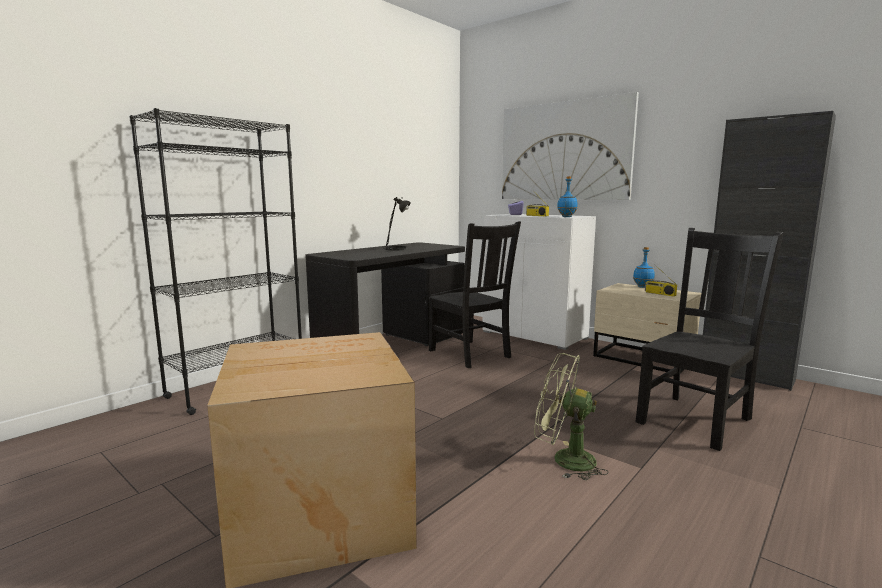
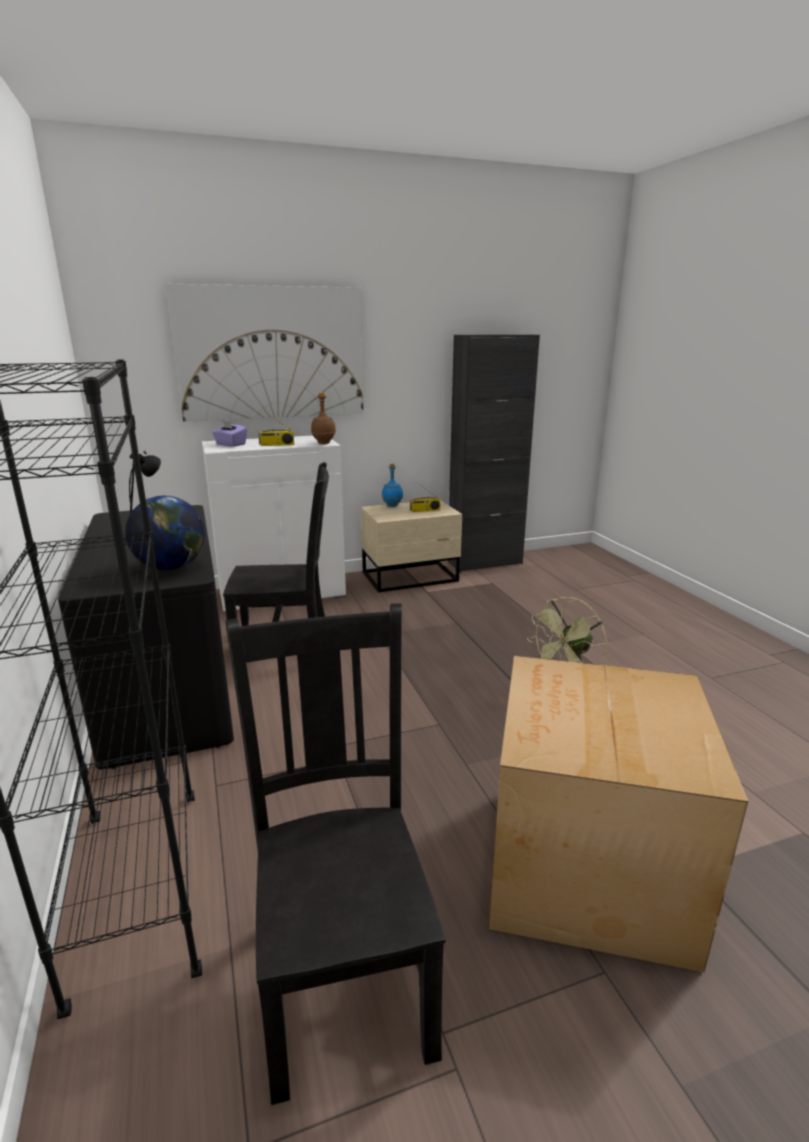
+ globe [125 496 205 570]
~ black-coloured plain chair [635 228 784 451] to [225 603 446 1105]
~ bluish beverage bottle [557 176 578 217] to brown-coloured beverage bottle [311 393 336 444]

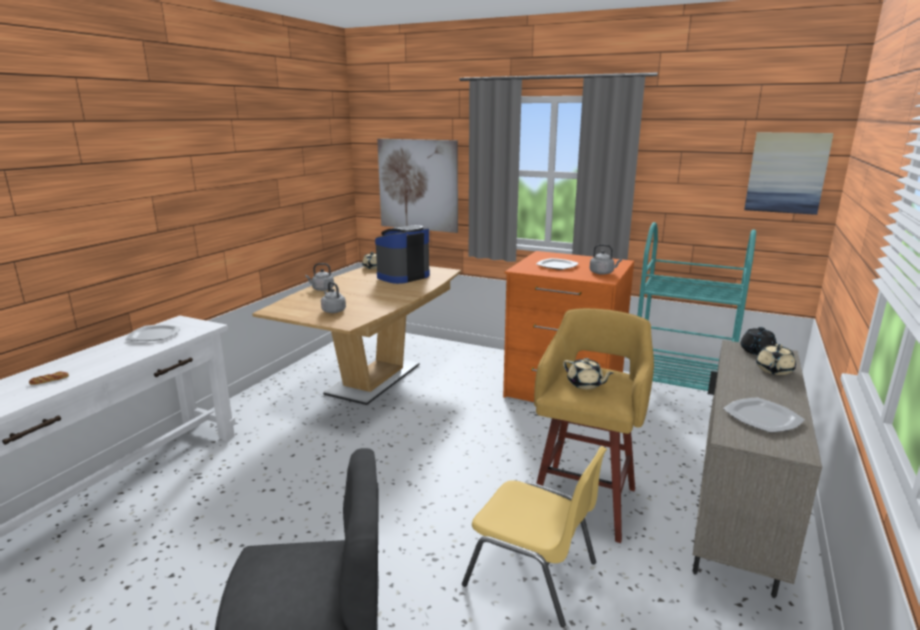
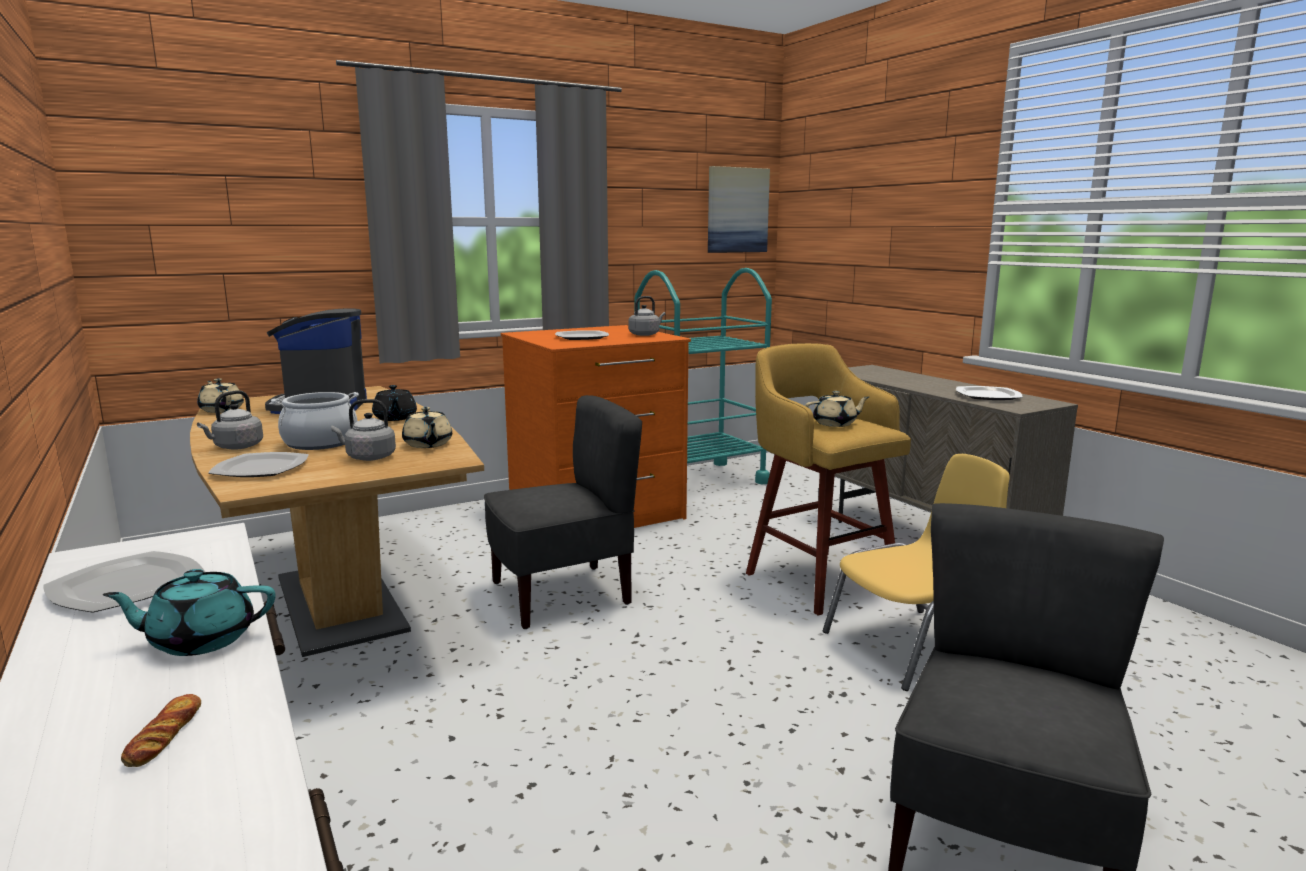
+ blue-green teapot [103 569 276 656]
+ dinner plate [208 452 309 477]
+ cooking pot [271 392 359 450]
~ black-coloured teapot [740 327 777 355] to [372 385 417 421]
~ sand-coloured teapot [756 344 796 375] to [402 407 452 448]
+ gray plain chair [484 395 642 629]
- wall art [377 139 458 233]

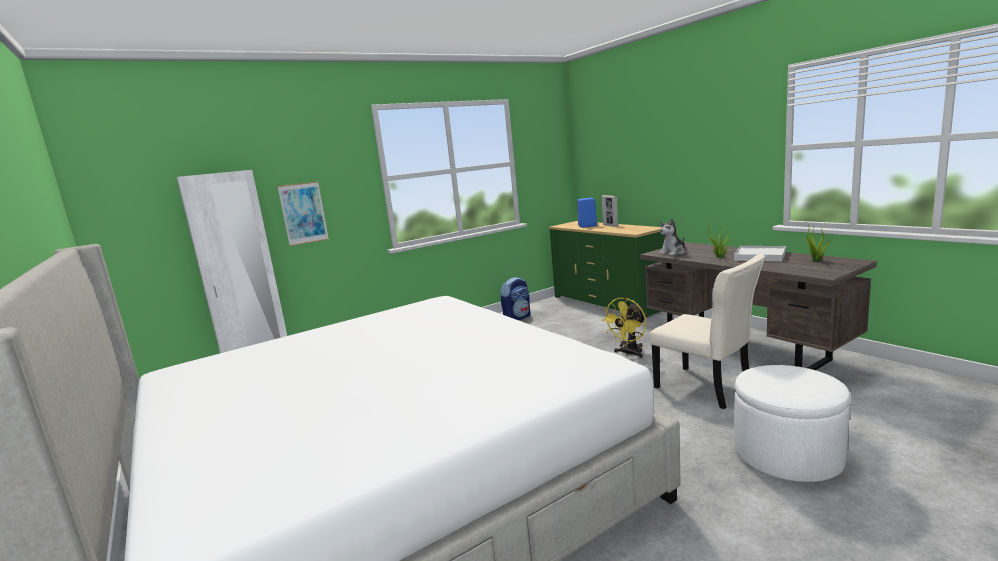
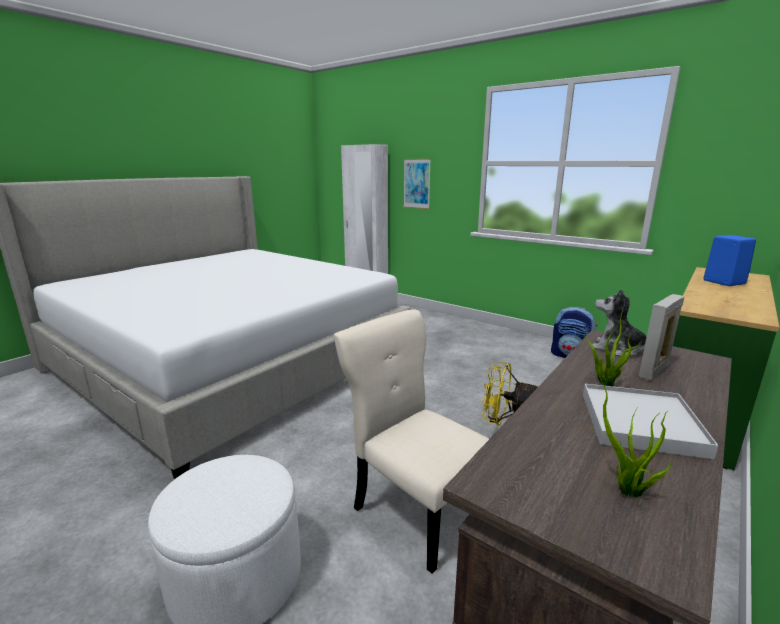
~ sand-coloured plain chair [650 254 766 409] = [334 309 489 574] 105 degrees clockwise
~ standing frame [602 195 618 227] to [639 294 684 381]

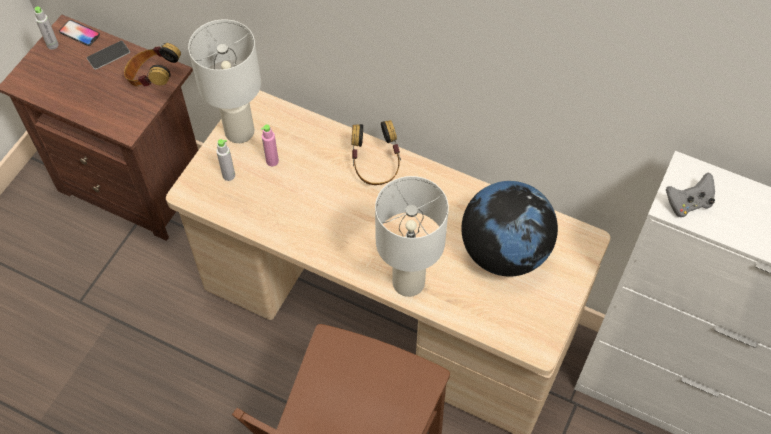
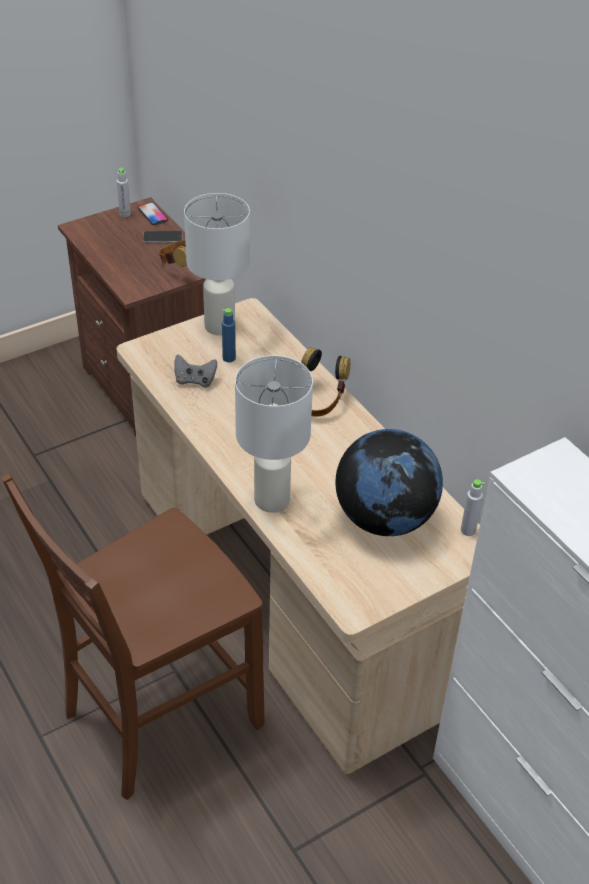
~ gray gamepad [666 172 715 217] to [174 355 217 388]
~ pink-coloured beverage bottle [261 124 279 166] to bluish beverage bottle [222 308 236 362]
~ gray beverage bottle [216 139 235 181] to [461 479 485 536]

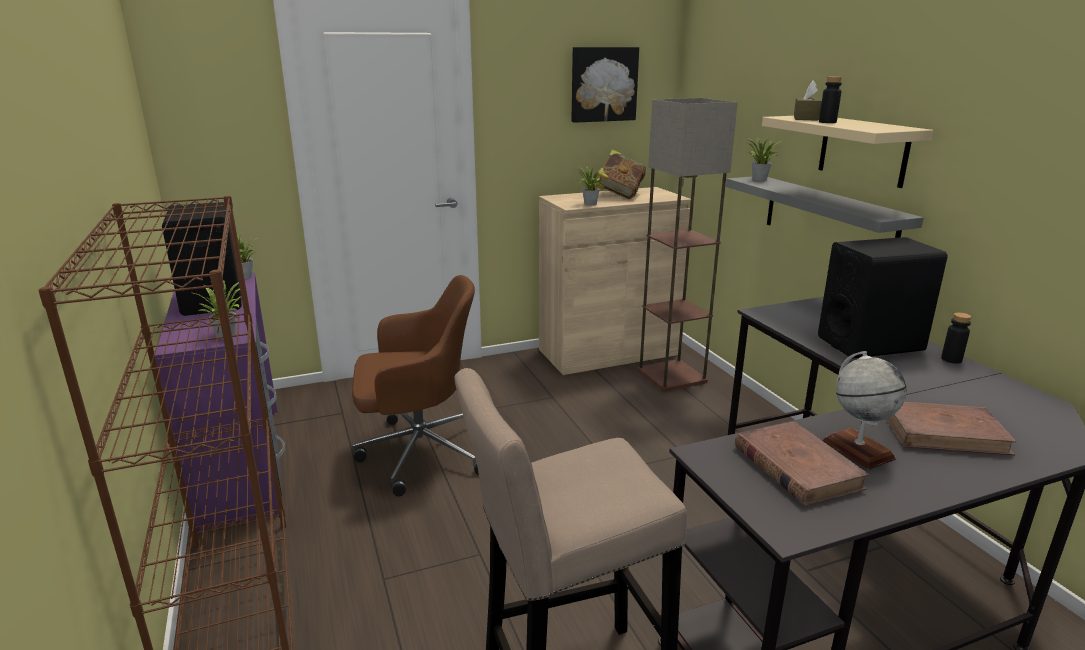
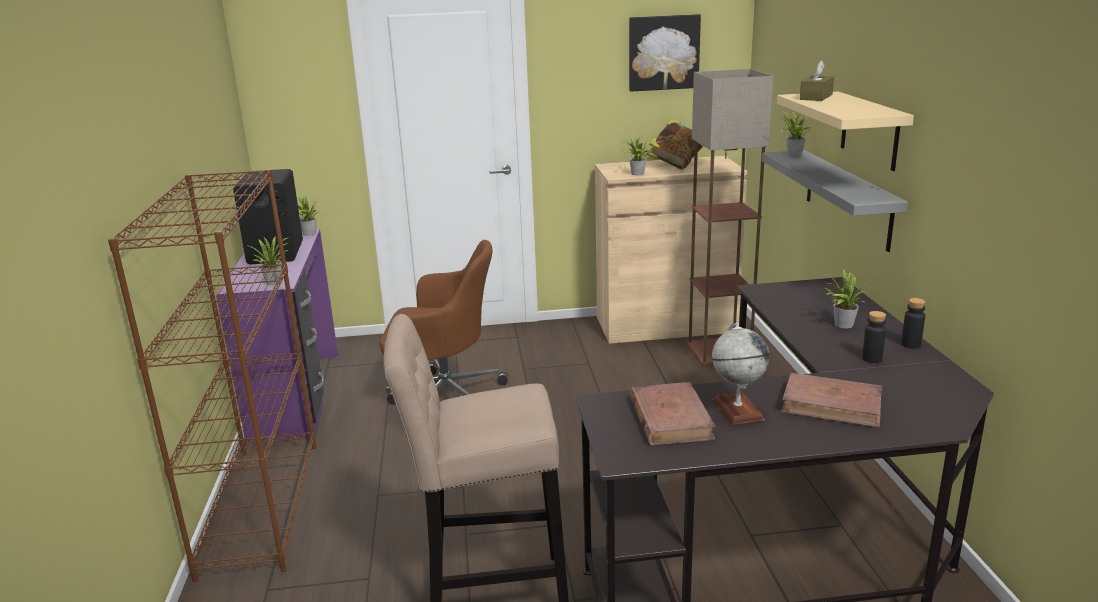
~ black-coloured audio speaker [818 237 948 359] to potted plant [824 270 868 329]
~ black-coloured beverage bottle [819 76 842 123] to [862 311 886 363]

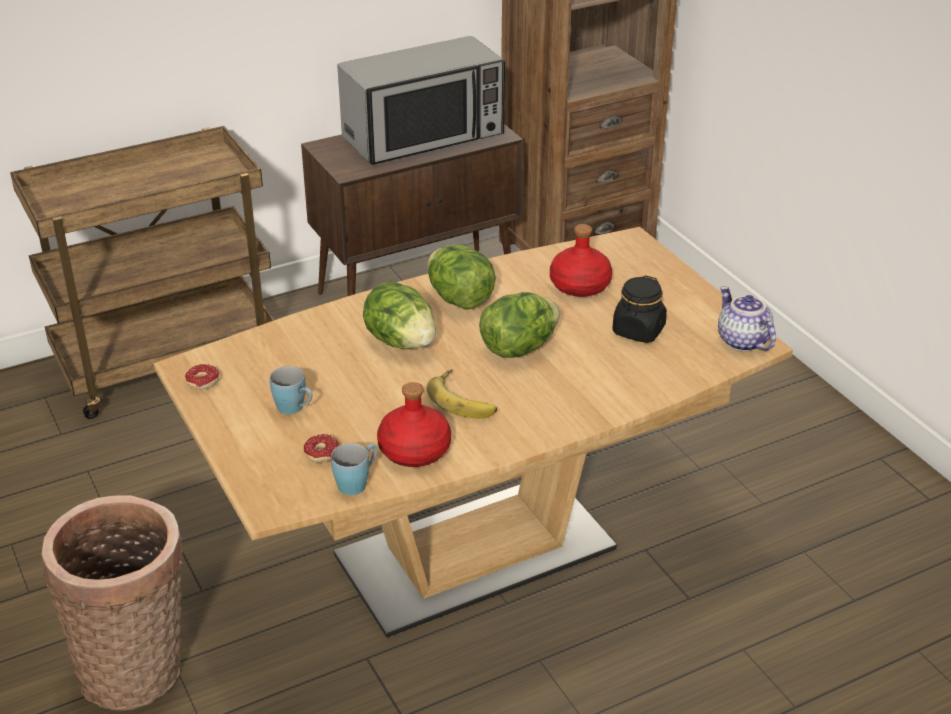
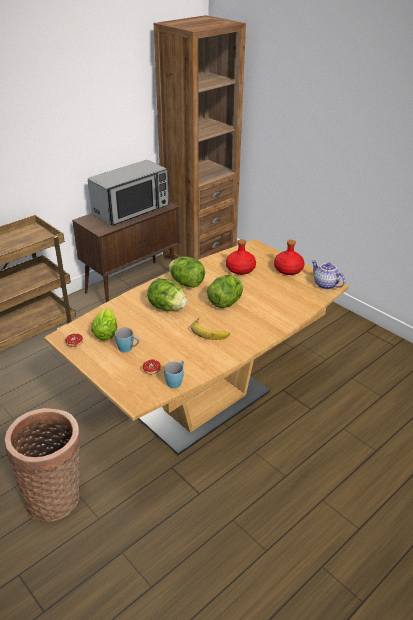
+ lettuce head [91 308 117 341]
~ red-coloured beverage bottle [377 382 451 467] to [274 240 304 275]
- black-coloured jar [612 275 667 343]

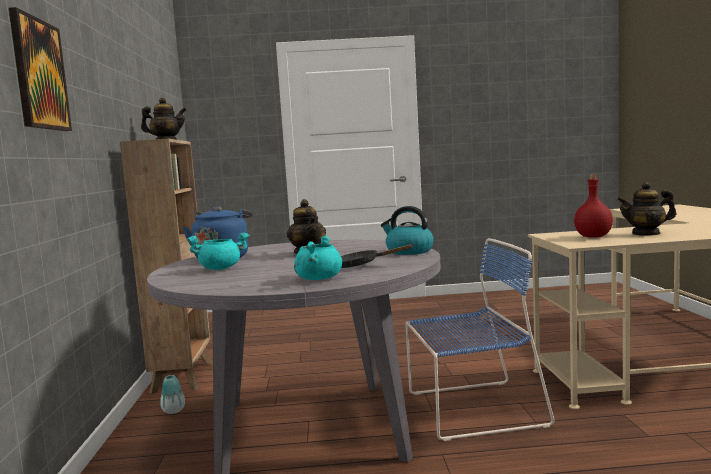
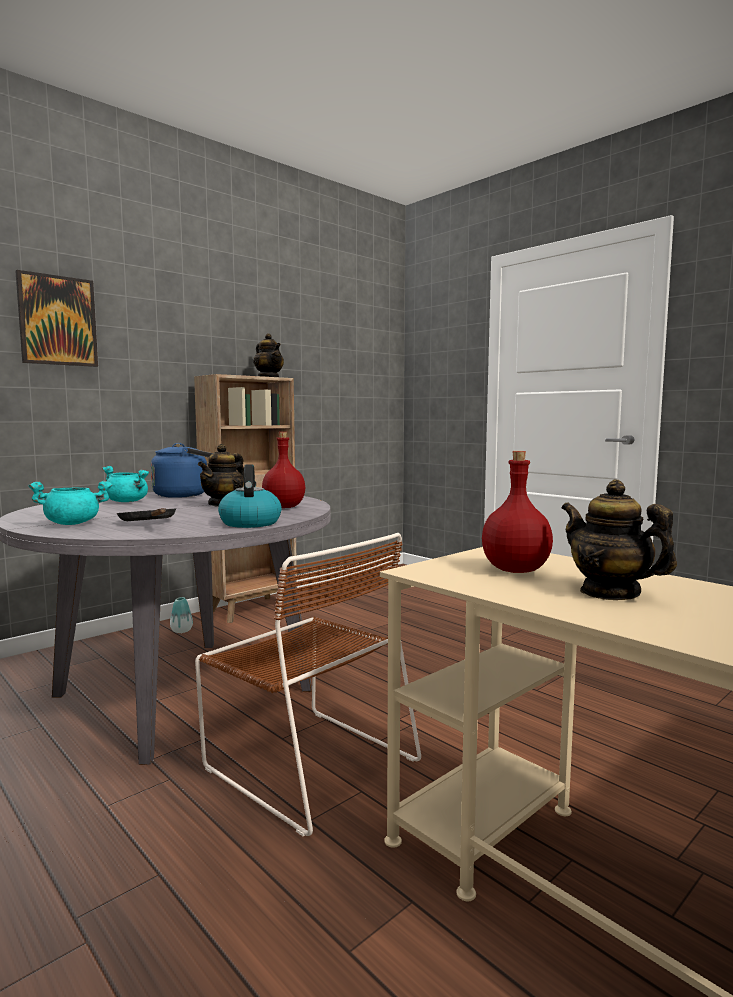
~ bluish plain chair [405 238 555 441] to brown-coloured plain chair [195 533 421 836]
+ red-coloured beverage bottle [262 432 305 508]

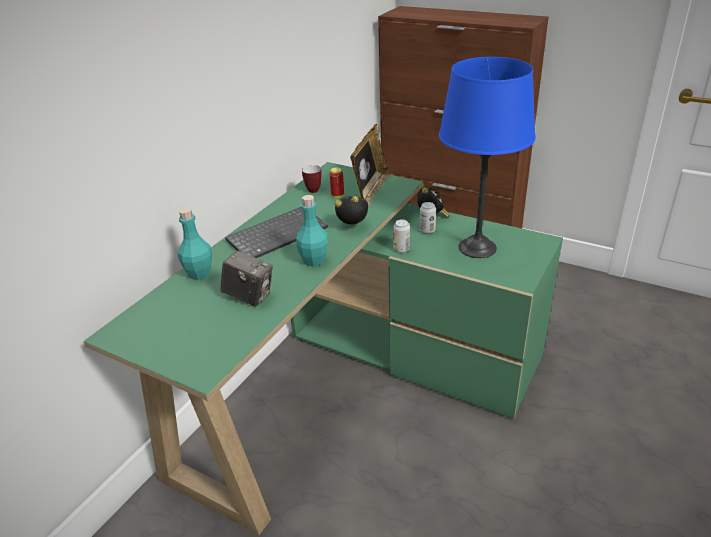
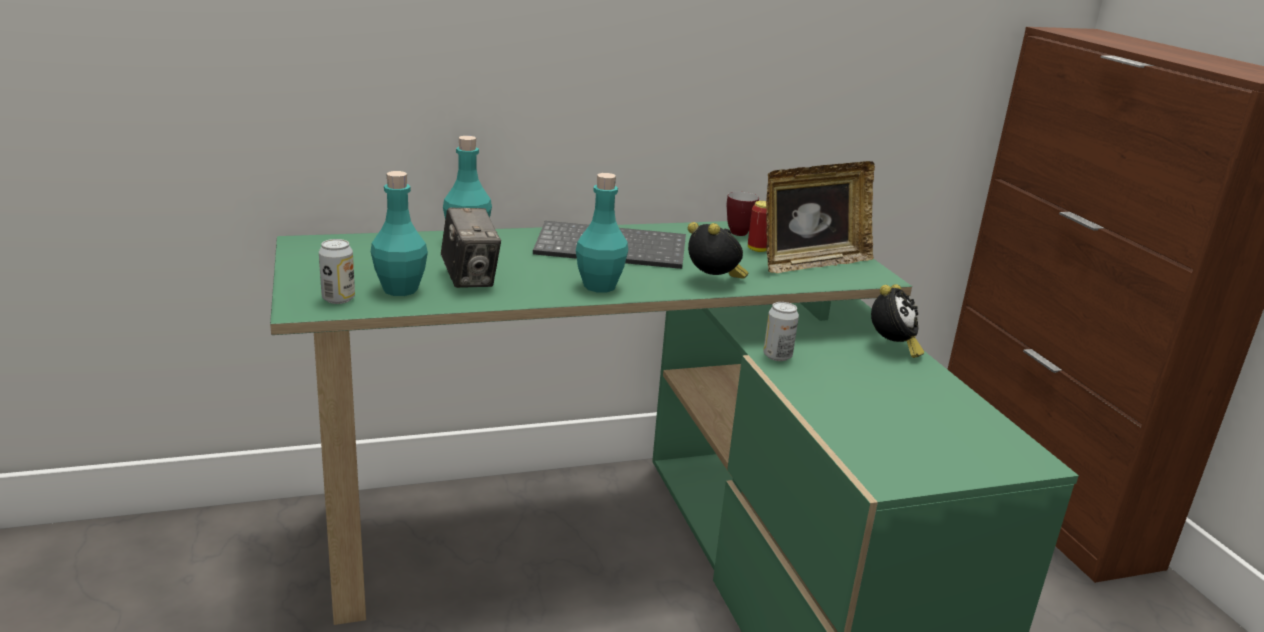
~ sealed can [420 202 436 234] to [319 239 355 304]
+ blue-green beverage bottle [371 171 428 296]
- bluish tabletop lamp [439 57 536 258]

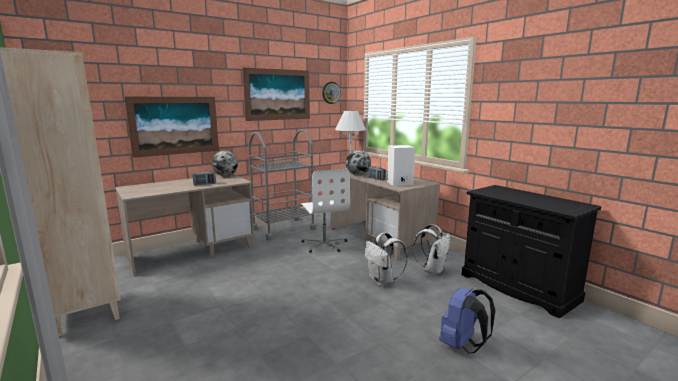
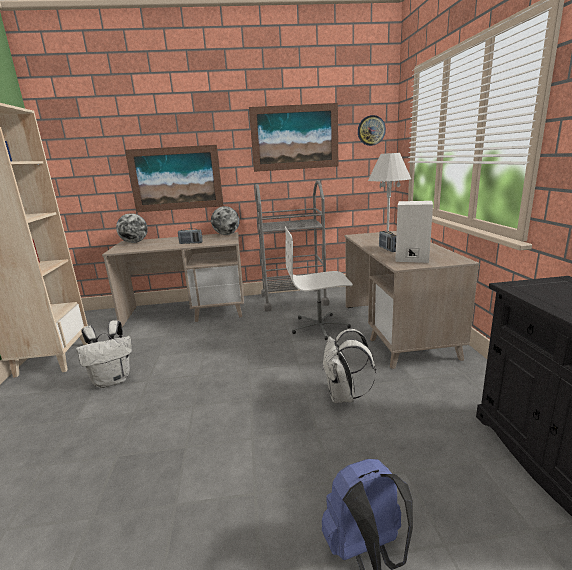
~ whitish knapsack [412 224 450 275] to [76 320 132 388]
~ globe [346 150 371 176] to [116 213 148 243]
~ whitish computer chair [301 169 350 253] = [285 227 353 340] 75 degrees clockwise

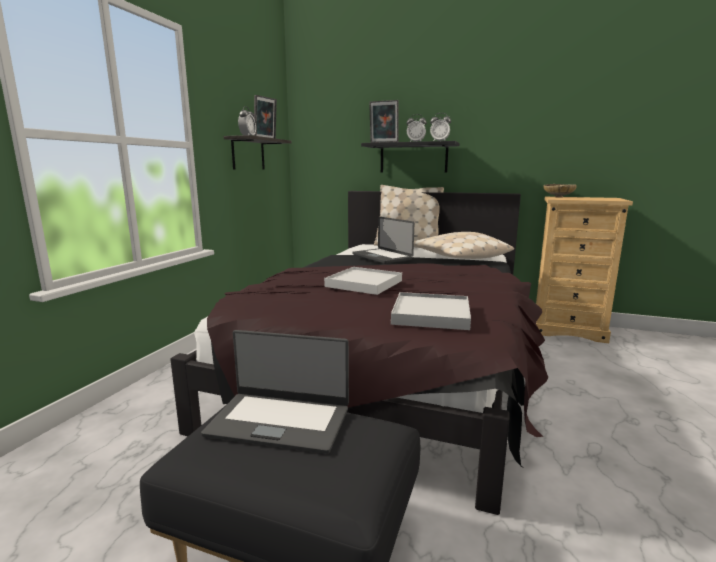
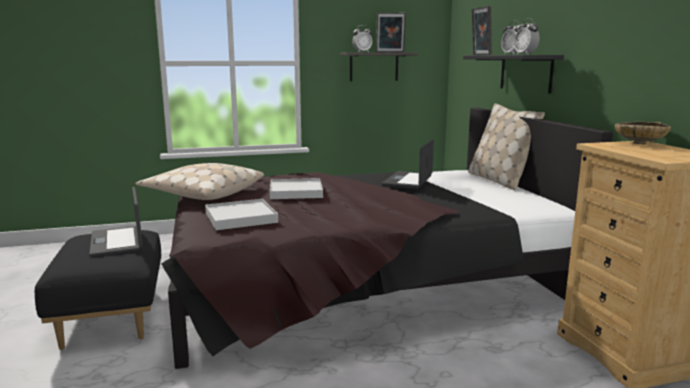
~ sand-coloured pillow [414 232 514 259] to [135 163 264 200]

